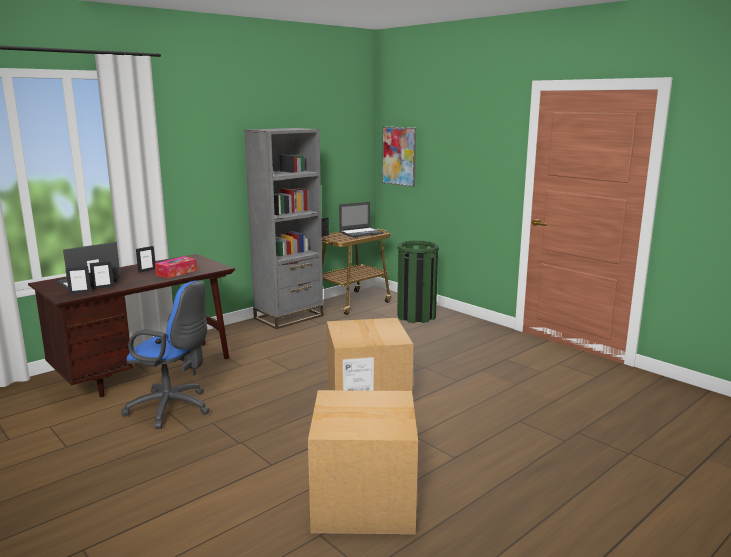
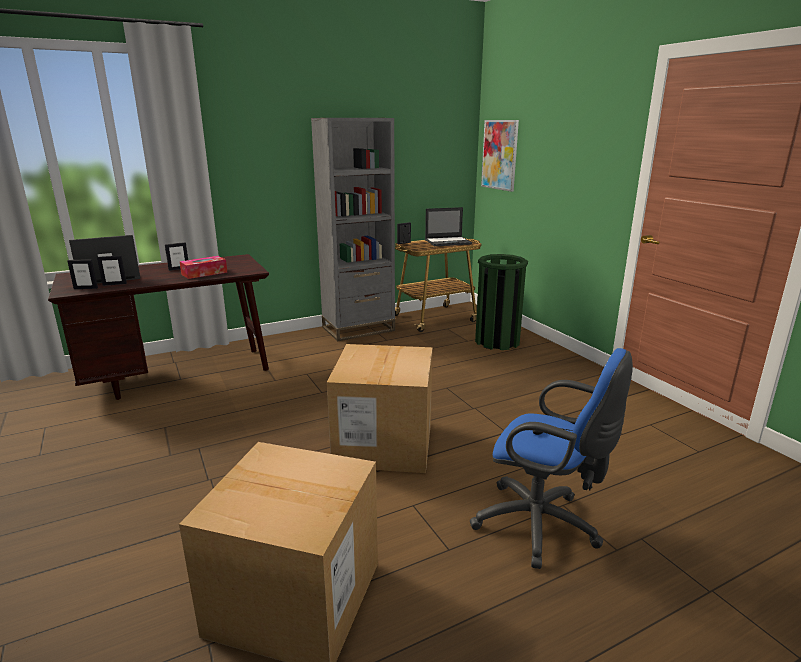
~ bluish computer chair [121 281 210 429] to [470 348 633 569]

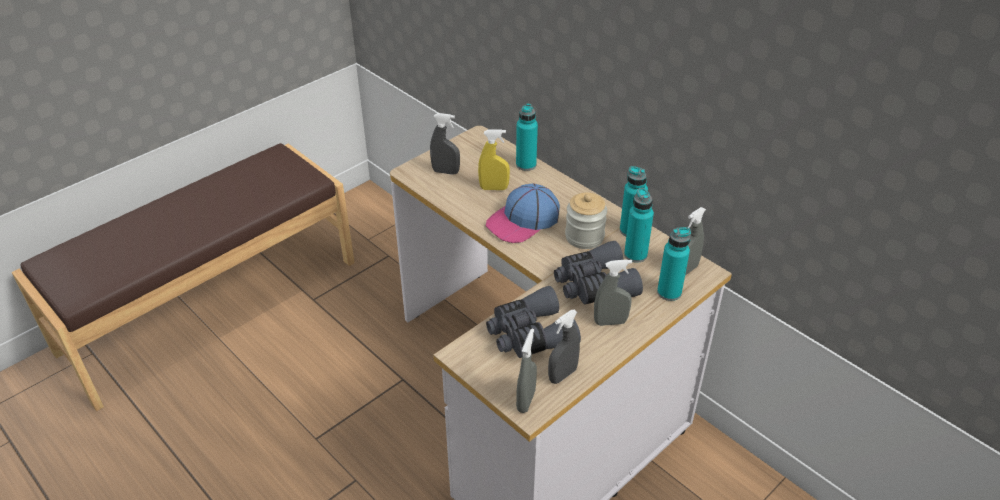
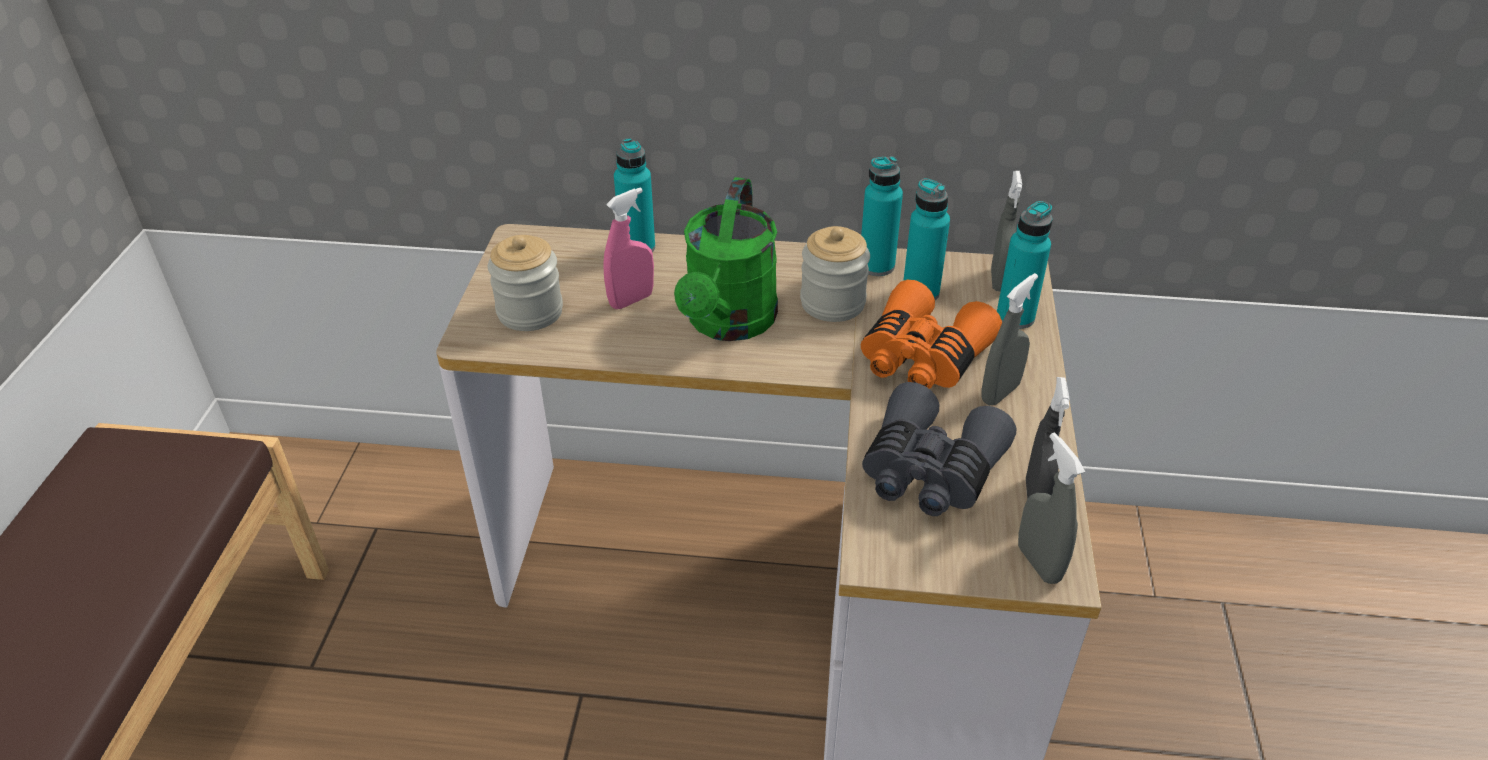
~ gray hand sprayer [430 113 460 175] to jar [488 235 563 331]
~ yellow-coloured hand sprayer [478 129 510 190] to pink-coloured hand sprayer [603 187 654 309]
~ baseball cap [486 183 560 243] to green-coloured sprinkling can [674 177 778 341]
~ gray field glasses [554 241 643 304] to orange-coloured field glasses [861 280 1002 389]

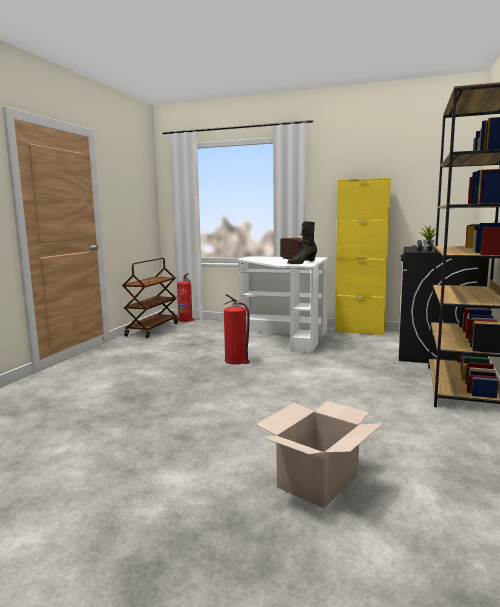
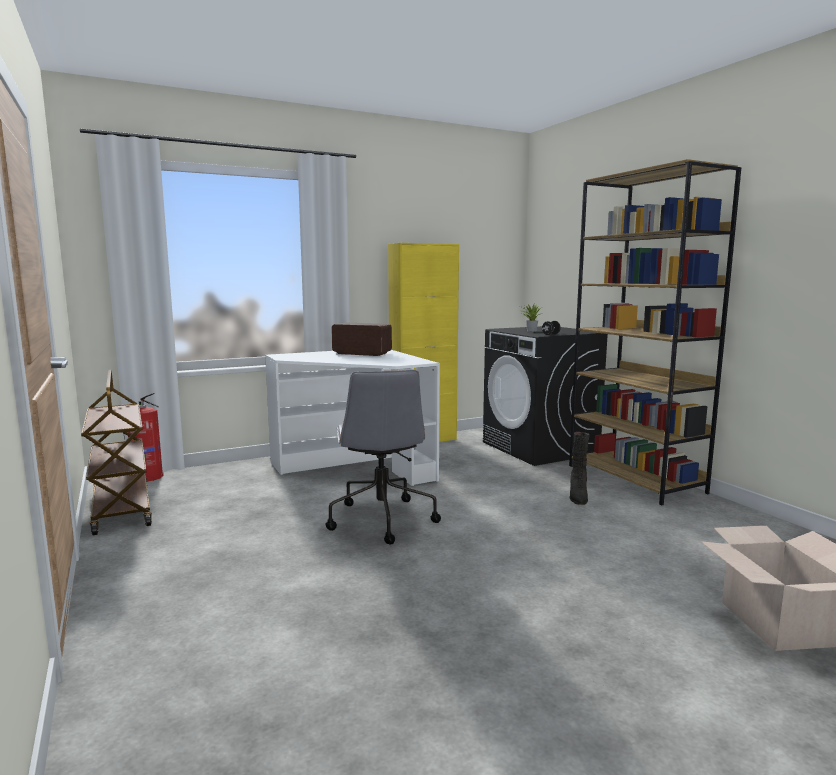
~ extinguisher [223 294 250 364] to gray computer chair [326 370 441 544]
~ black-coloured boot [287 221 317 264] to [570 432 590 505]

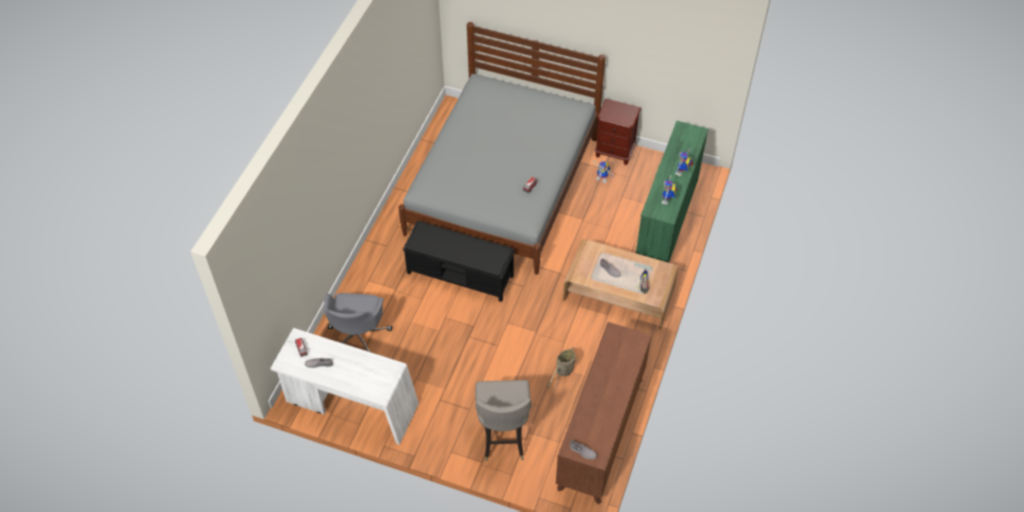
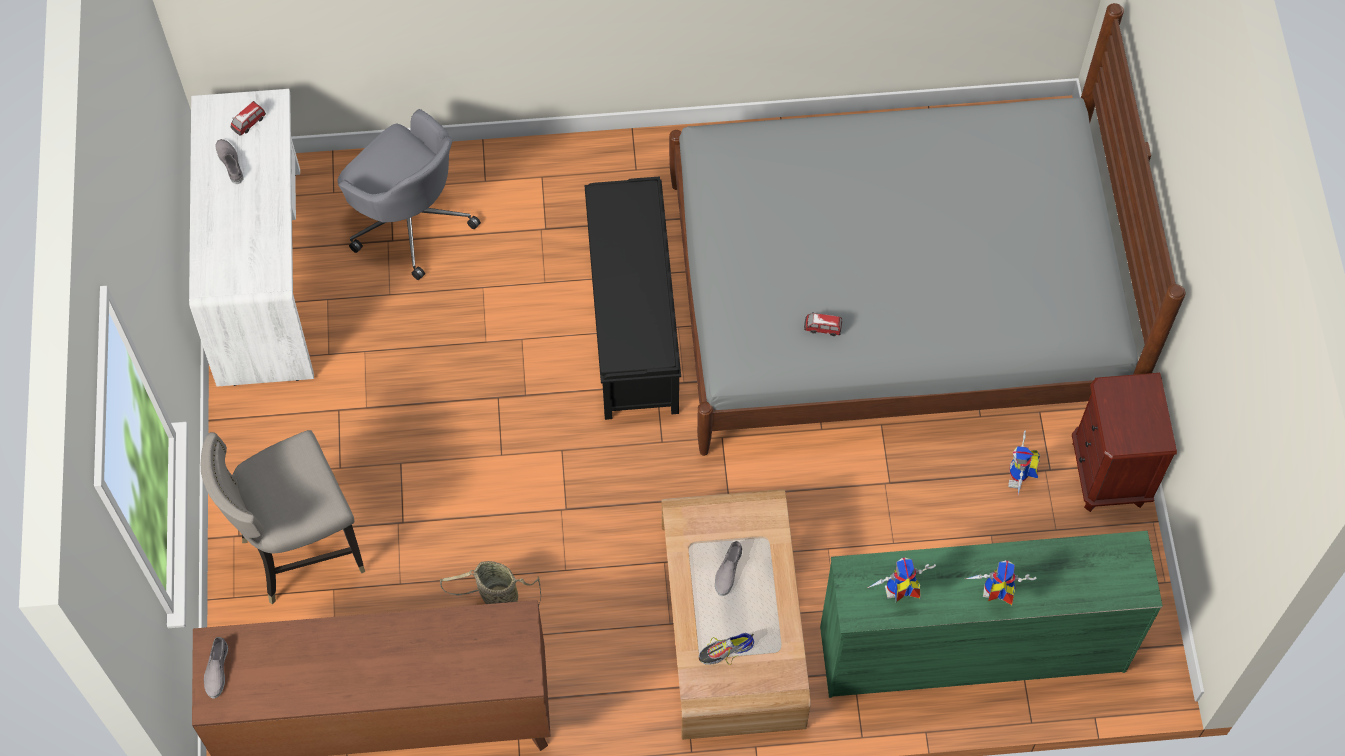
~ gray computer chair [324 293 392 352] = [337 109 481 280] 120 degrees counterclockwise

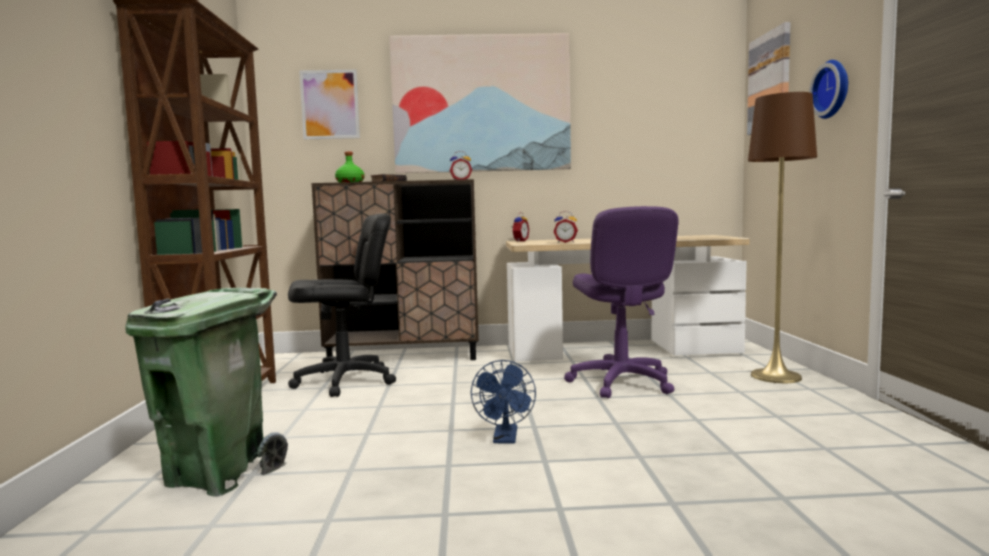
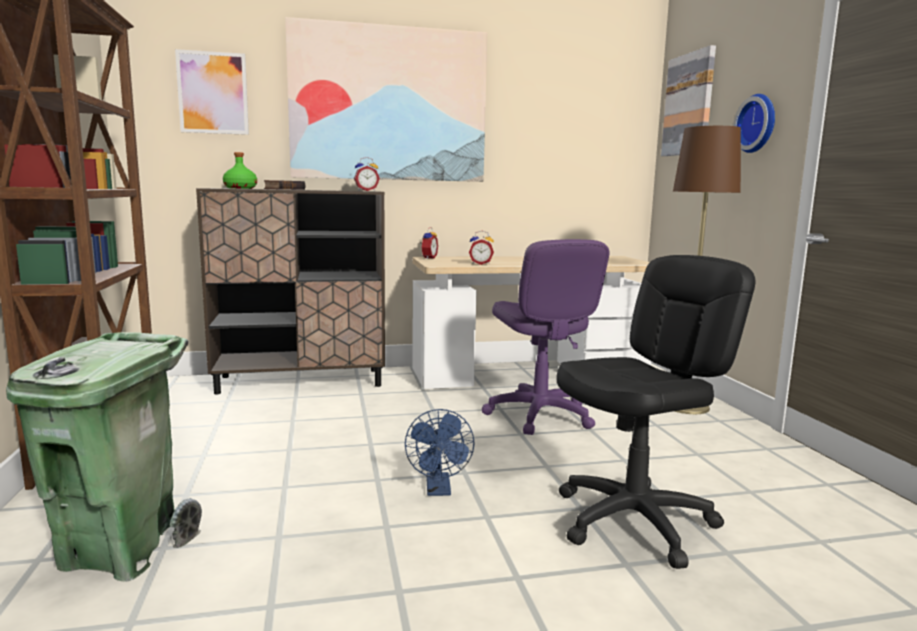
~ black-coloured computer chair [288 213 396 397] to [556 255 755 569]

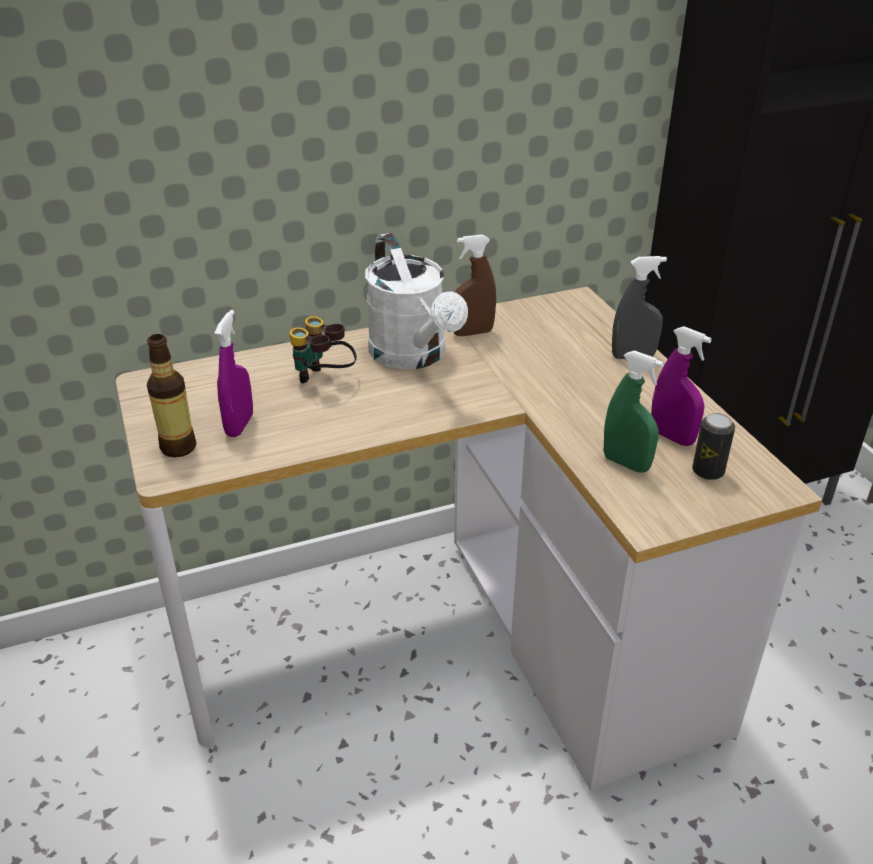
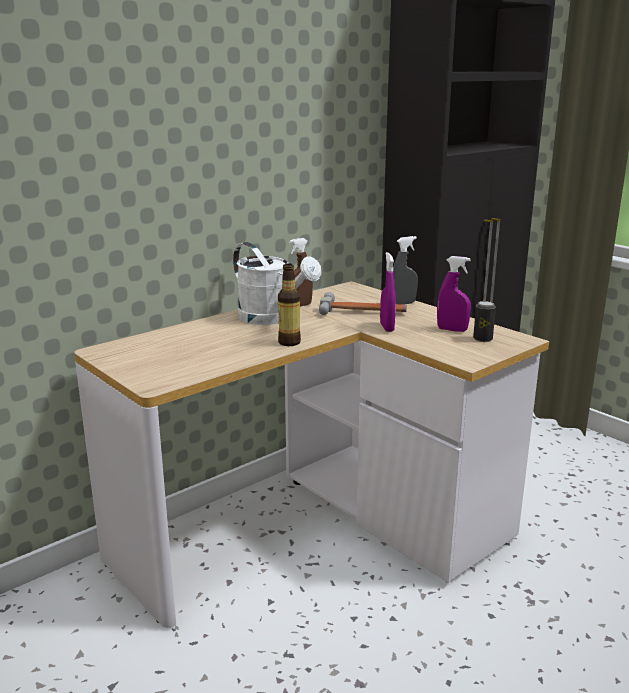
~ beverage bottle [147 334 196 458] to [278 263 301 346]
+ hammer [319 292 407 315]
~ purple-coloured hand sprayer [214 310 253 437] to [380 252 396 332]
- field glasses [289 316 357 383]
- green-coloured hand sprayer [604 350 664 472]

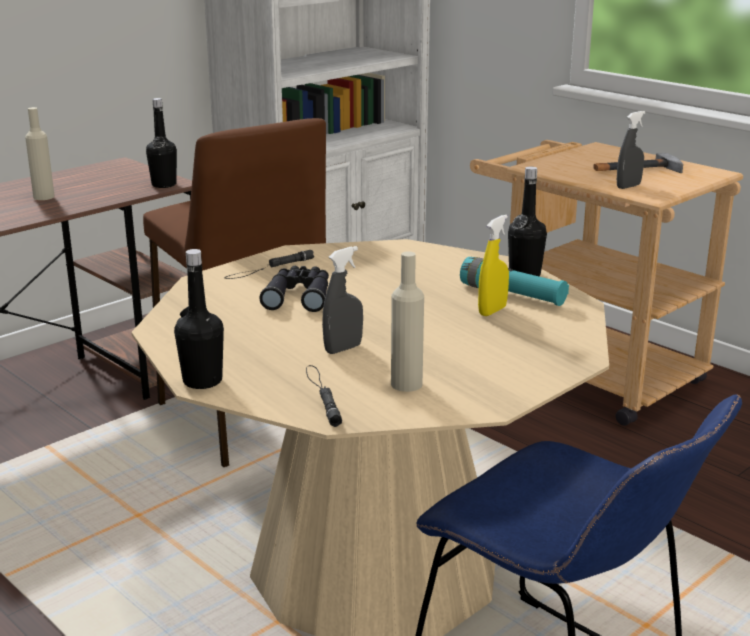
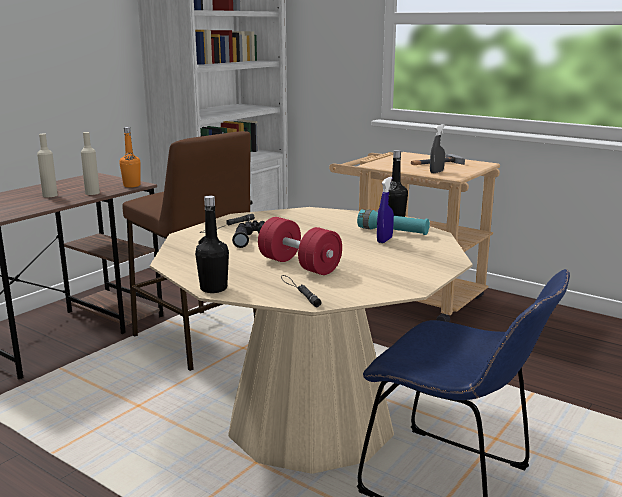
~ sand-coloured beverage bottle [391 251 424 392] to [81 132 100 195]
~ black-coloured beverage bottle [146 98 177 188] to orange-coloured beverage bottle [119 127 140 187]
~ gray hand sprayer [322 246 363 354] to red-coloured dumbbell [258 217 342 275]
~ yellow-coloured hand sprayer [478 215 509 316] to bluish hand sprayer [377 177 394 243]

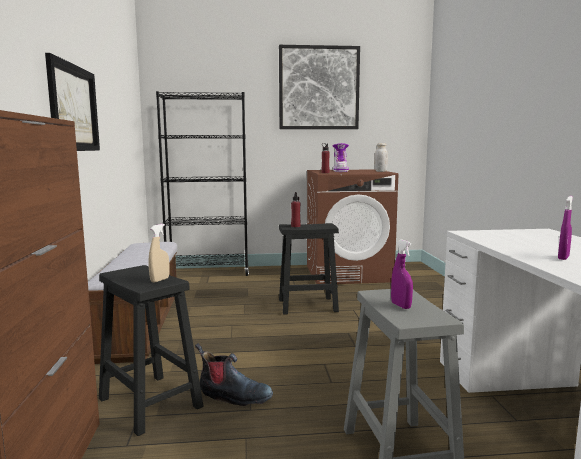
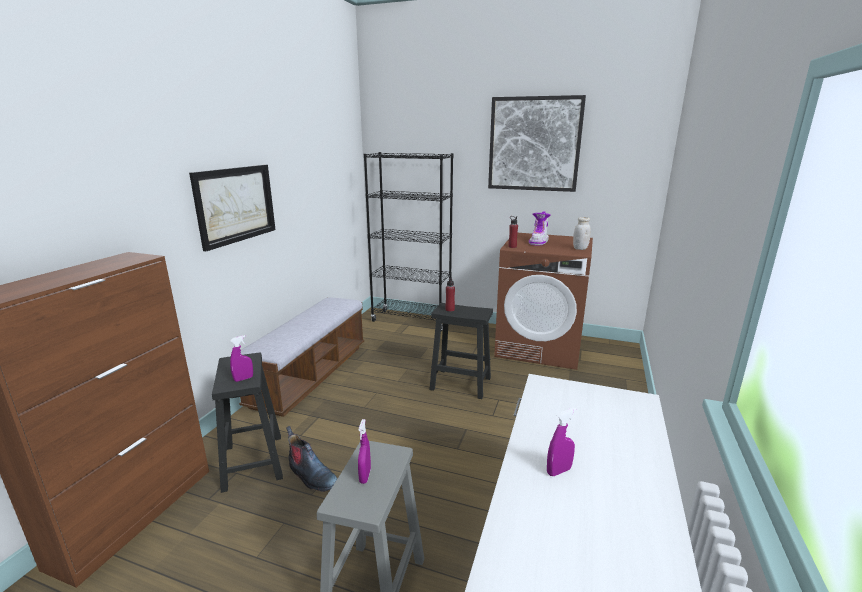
~ sand-coloured hand sprayer [148 224 169 283] to purple-coloured hand sprayer [230 335 253 382]

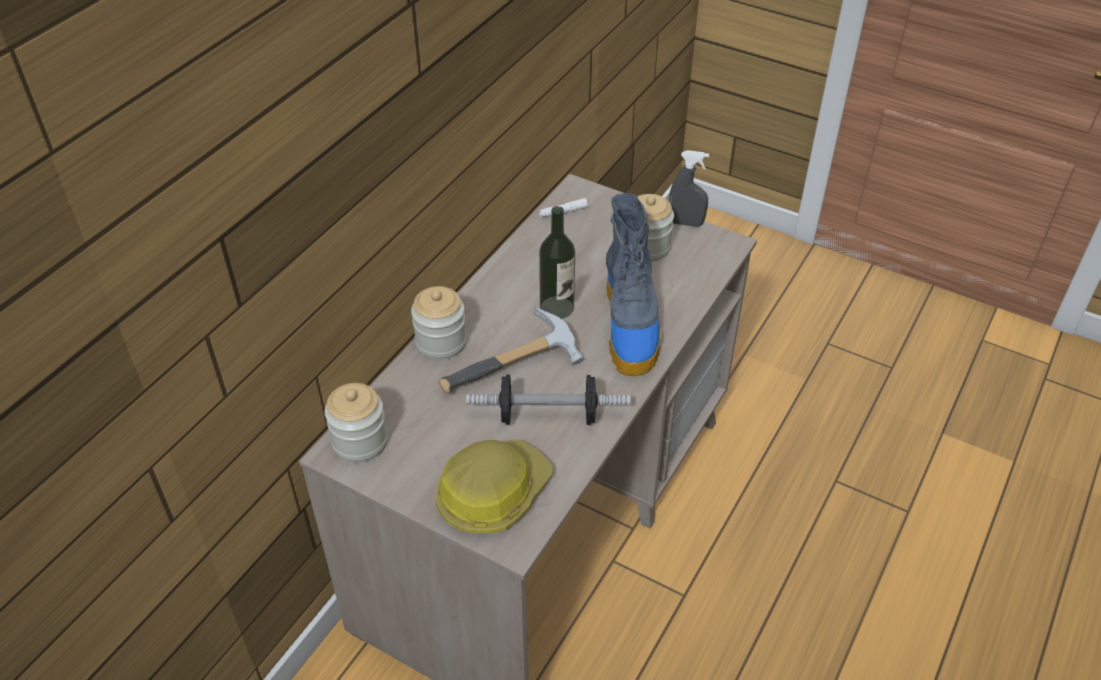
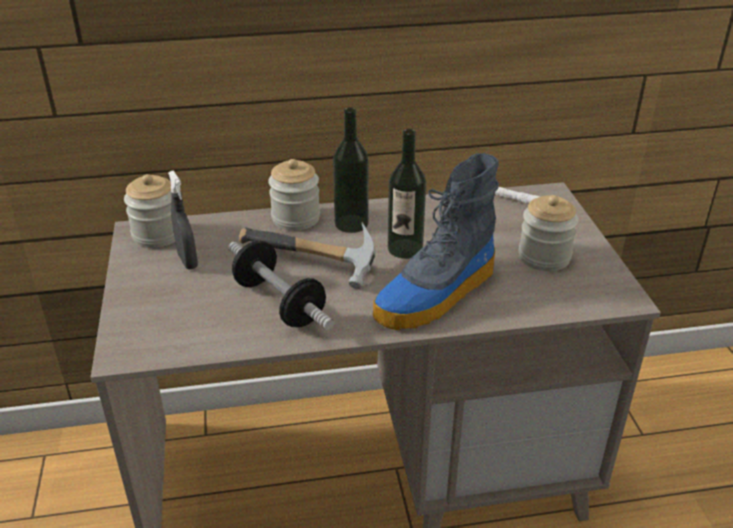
~ gray hand sprayer [669 150 709 227] to [168 171 198 269]
+ beverage bottle [333 107 369 233]
- safety helmet [436 440 553 533]

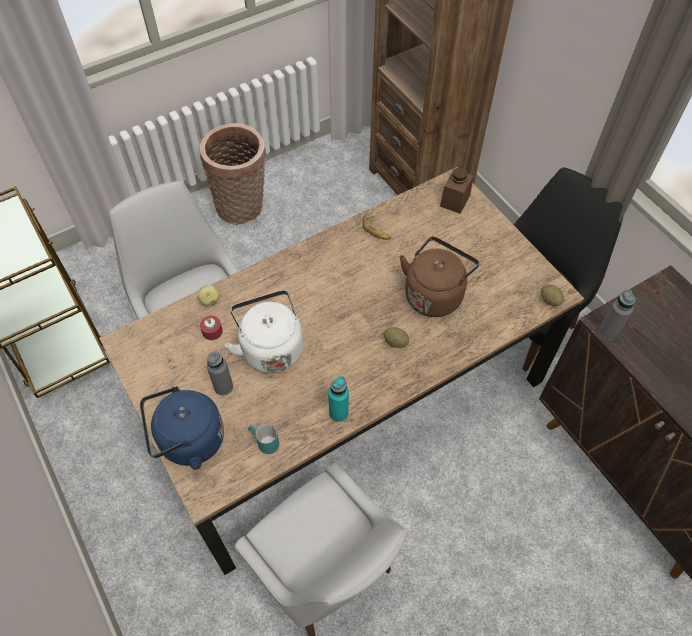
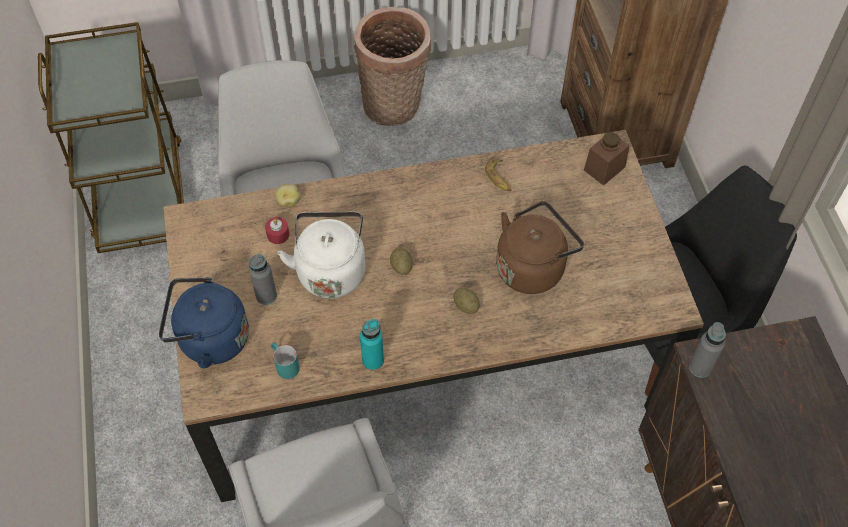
~ spud [541 284 564 306] to [390 247 413 275]

